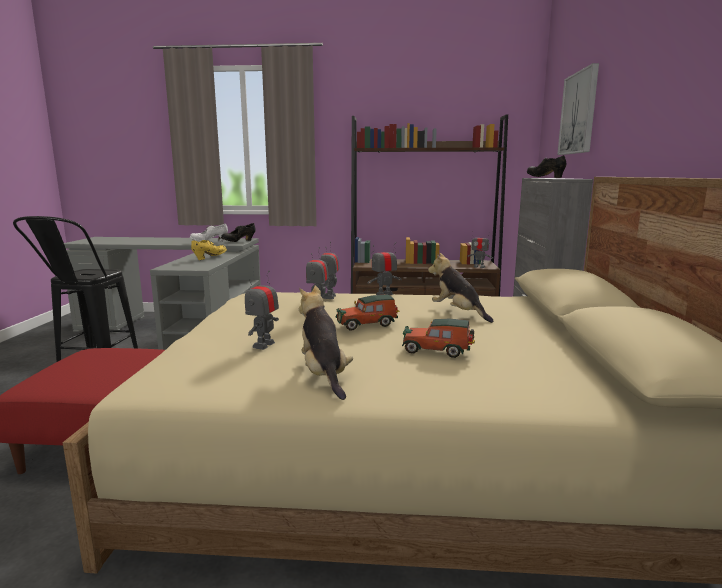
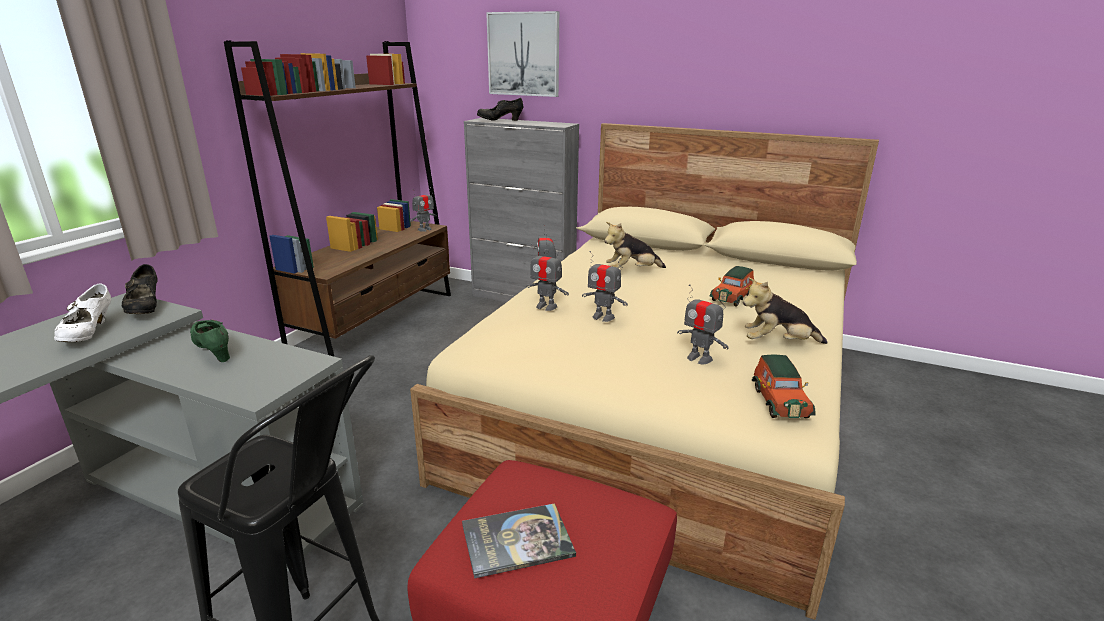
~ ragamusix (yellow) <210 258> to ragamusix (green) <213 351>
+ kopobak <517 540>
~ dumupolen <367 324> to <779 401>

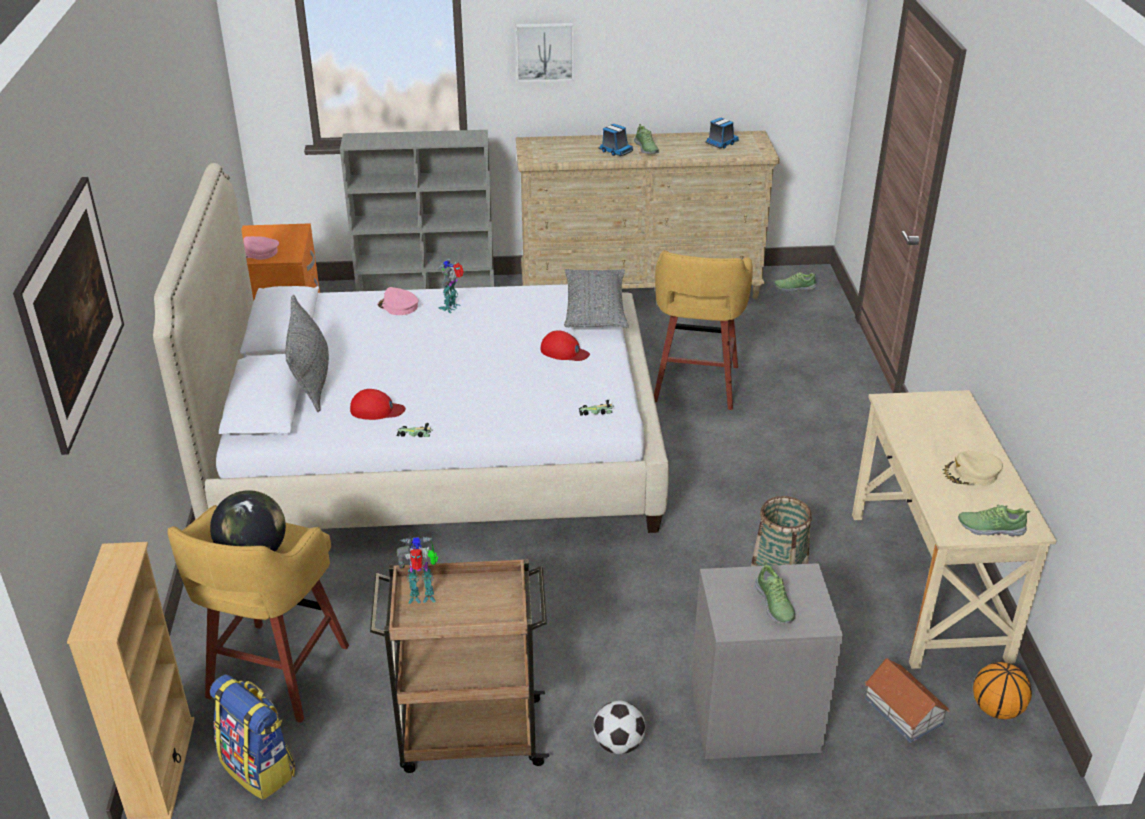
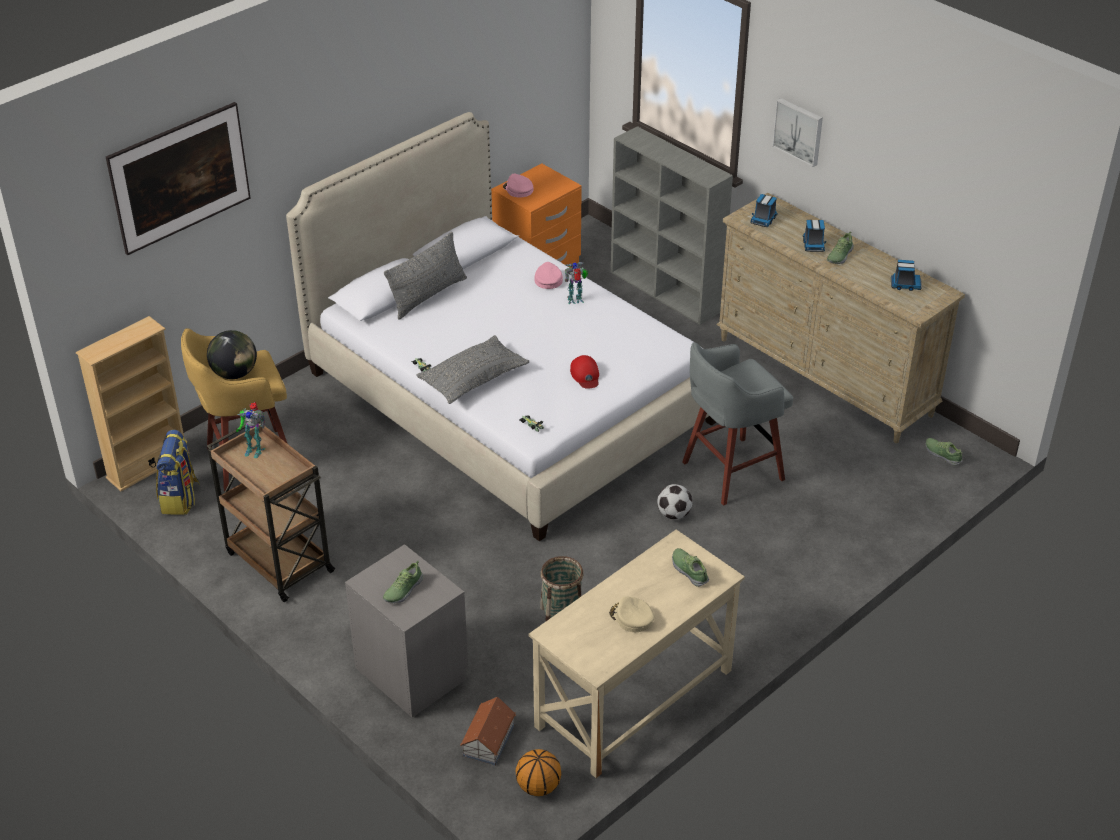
~ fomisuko <423 597> = <254 449> 150 degrees clockwise
~ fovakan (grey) <595 310> to <473 379>
~ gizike <618 744> to <673 514>
~ ragamusix <990 528> to <689 571>
~ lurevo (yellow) <695 385> to lurevo (grey) <730 472>
+ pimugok <763 219>
- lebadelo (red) <376 410>

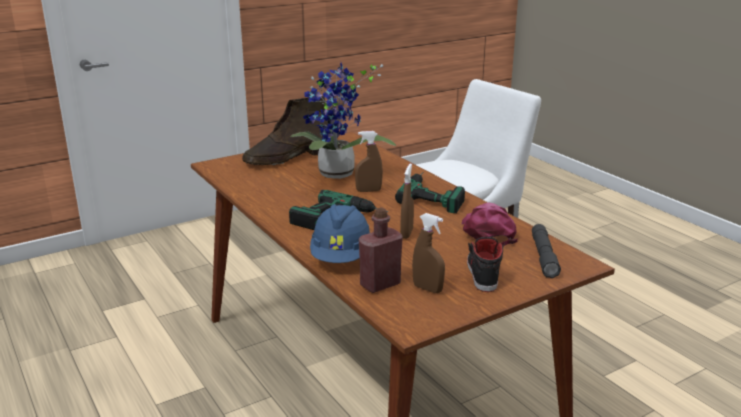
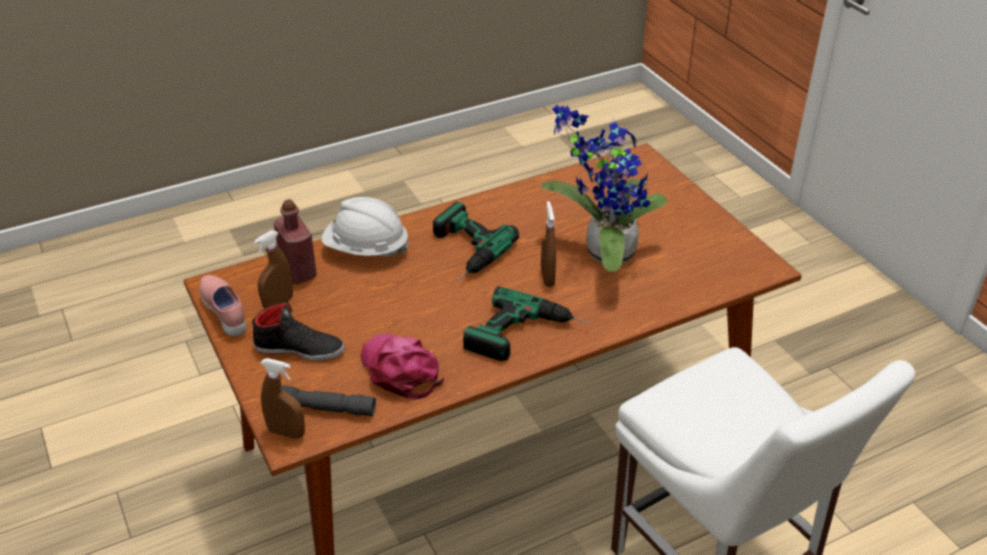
+ ragamusix (pink) <226 312>
~ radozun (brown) <406 233> to <286 432>
~ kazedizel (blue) <341 257> to kazedizel (white) <366 249>
~ lebadelo (pink) <488 232> = <401 369> 120 degrees counterclockwise
- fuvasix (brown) <287 158>

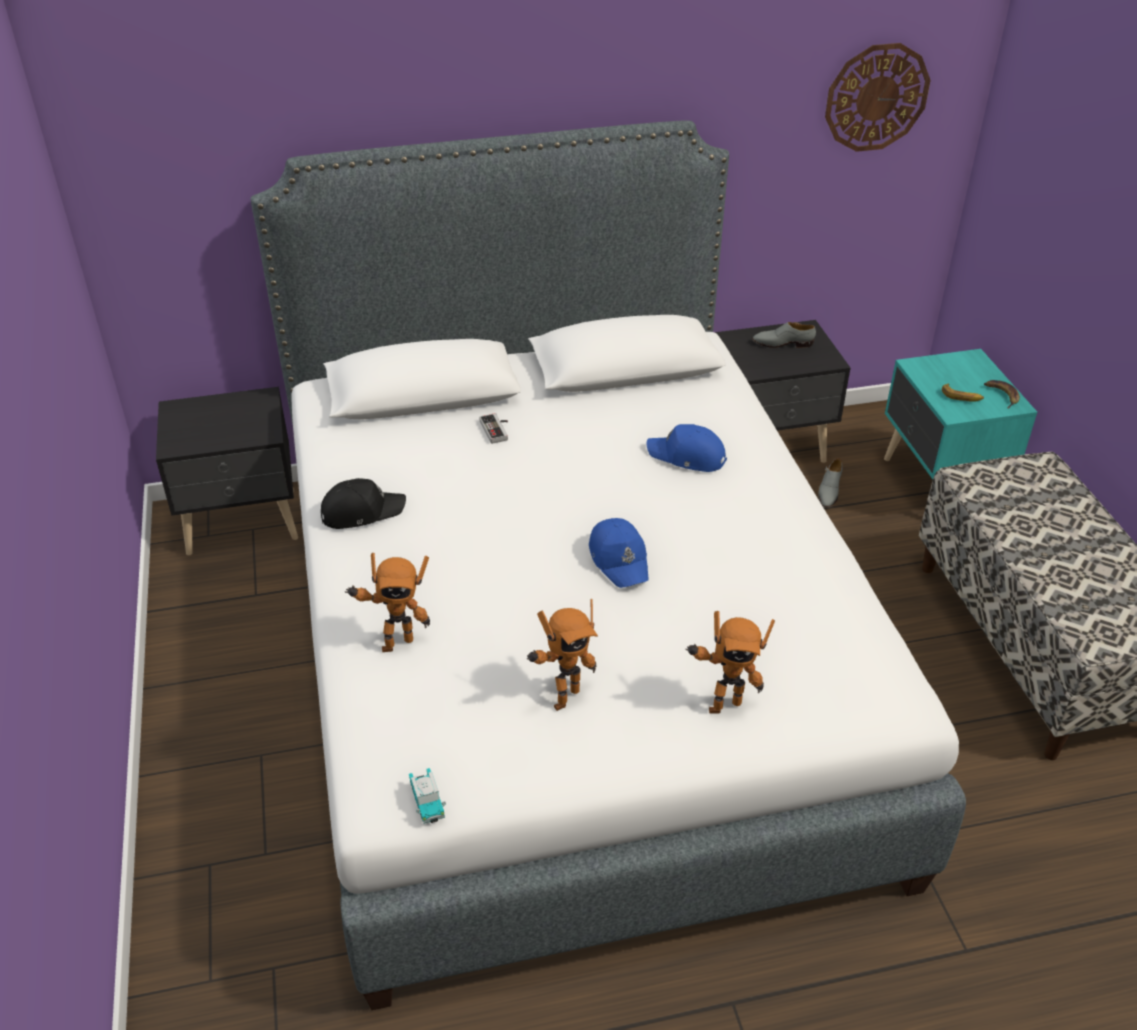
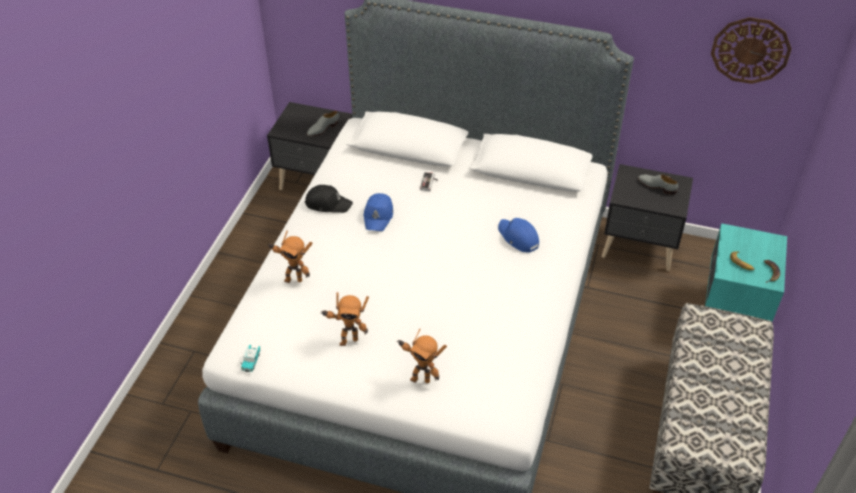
~ ragamusix (grey) <829 491> to <323 129>
~ lebadelo (blue) <619 559> to <379 216>

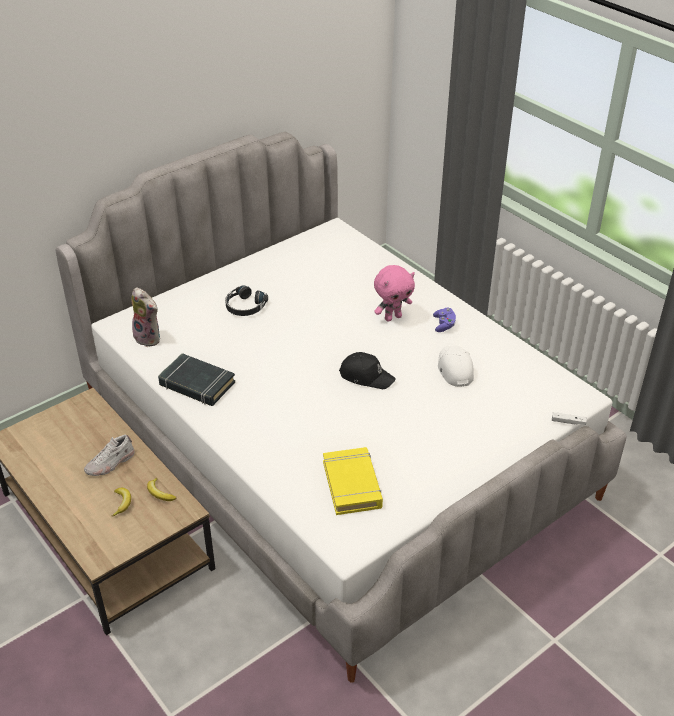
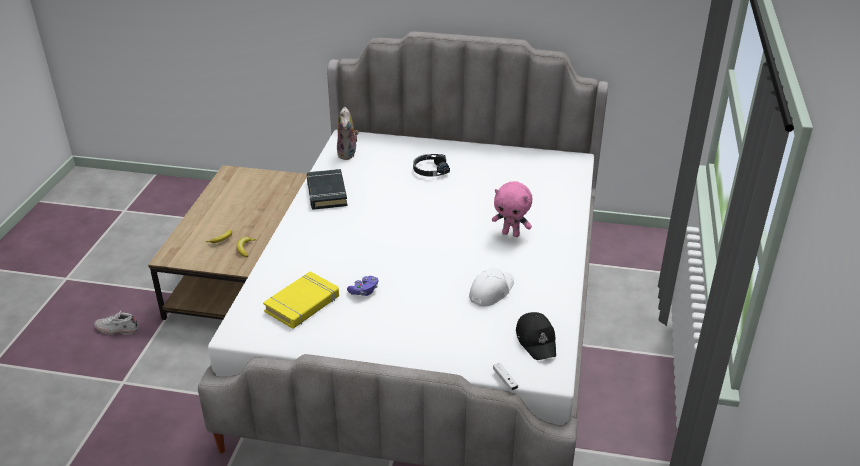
~ ragamusix (white) <110 463> to <117 329>
~ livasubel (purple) <444 325> to <364 291>
~ lebadelo (black) <366 376> to <536 340>

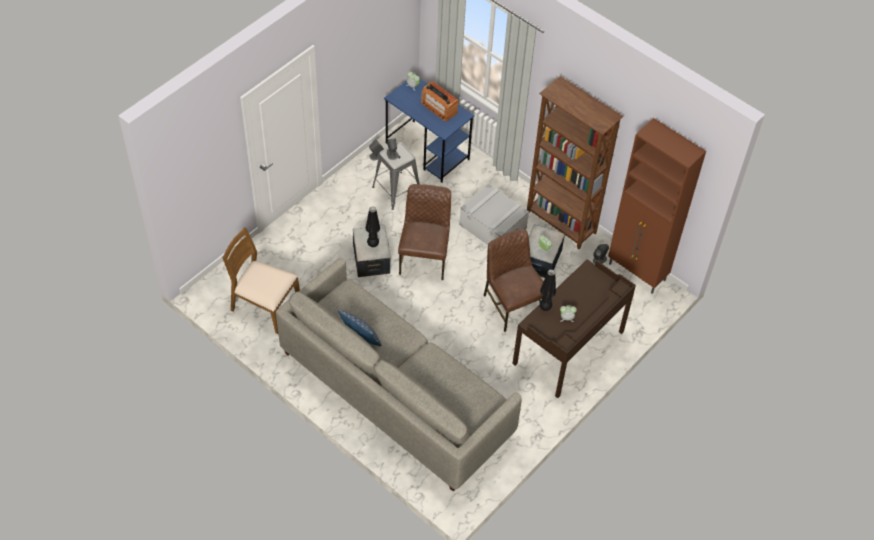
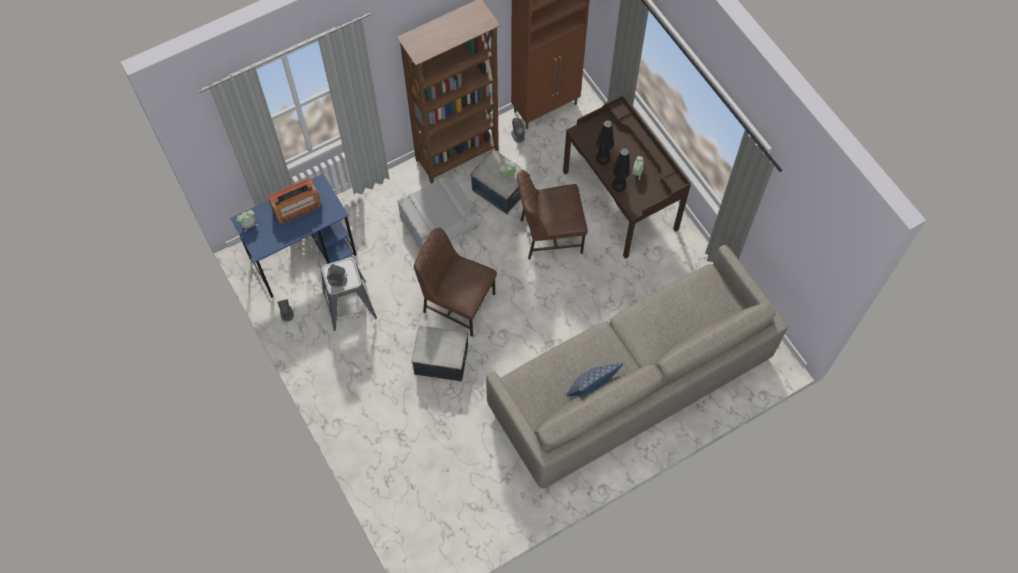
~ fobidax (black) <373 245> to <602 161>
- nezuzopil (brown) <265 305>

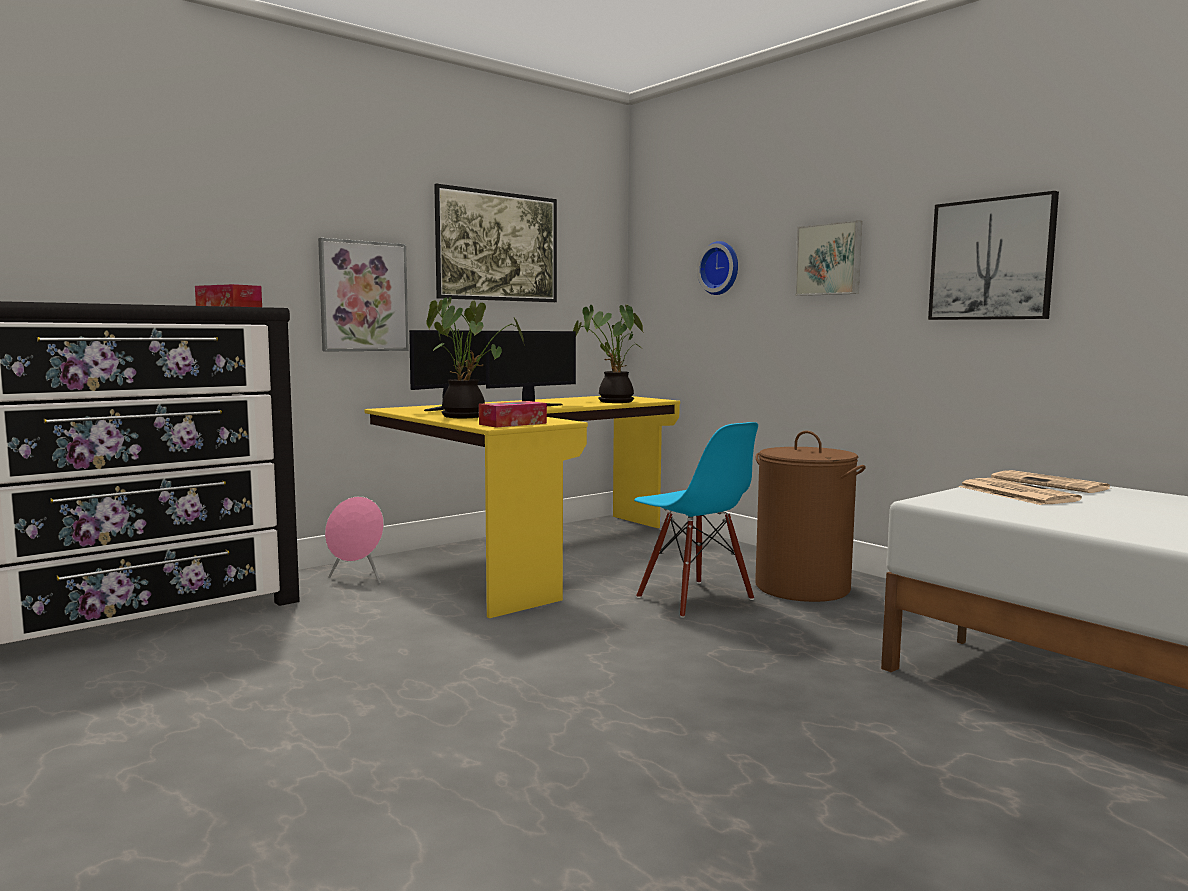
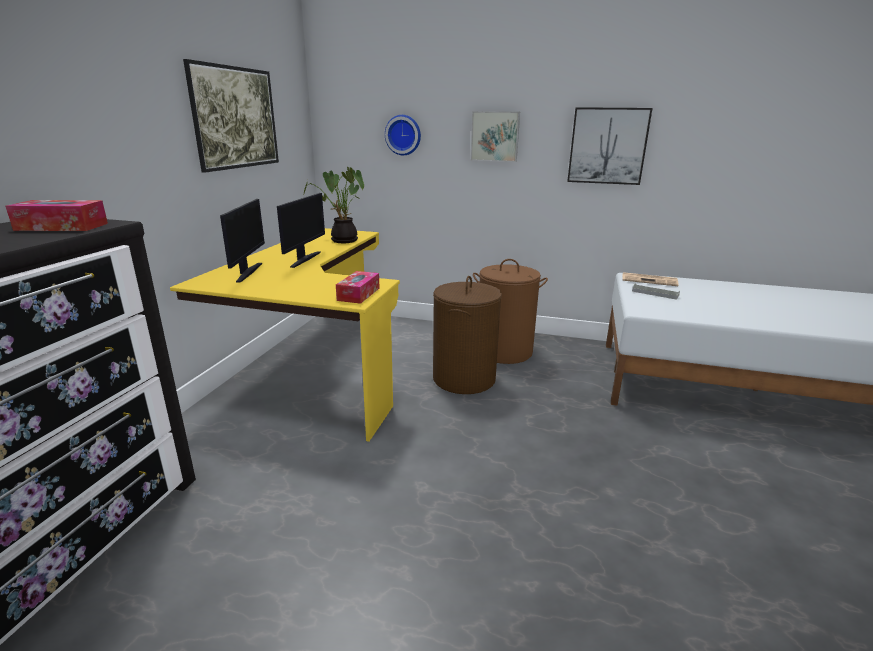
~ nezuzopil (blue) <694 599> to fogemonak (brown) <464 379>
~ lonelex <1015 493> to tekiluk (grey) <655 293>
- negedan <363 296>
- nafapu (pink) <358 579>
- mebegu <467 416>

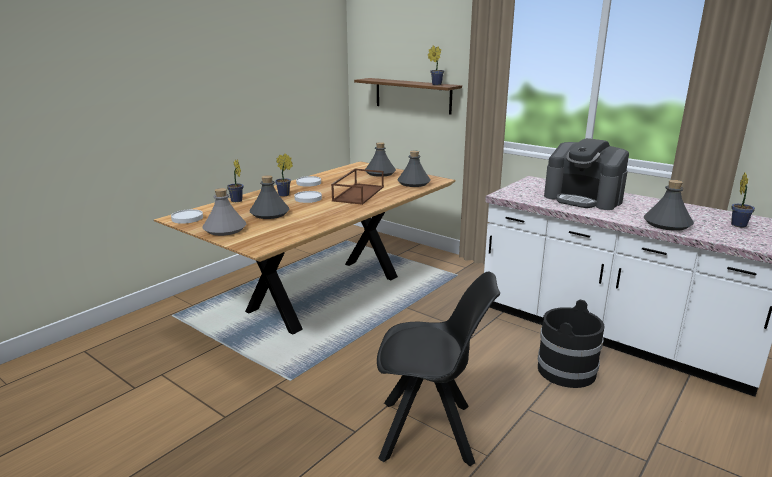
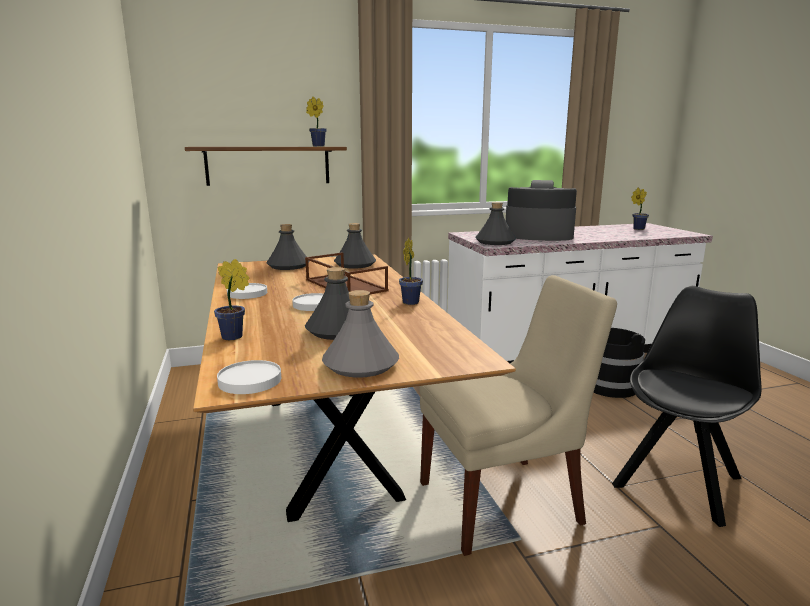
~ mebegu <285 195> to <411 302>
+ nezuzopil (beige) <504 501>
~ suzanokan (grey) <667 224> to <495 242>
~ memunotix <583 199> = <538 235> 150 degrees counterclockwise

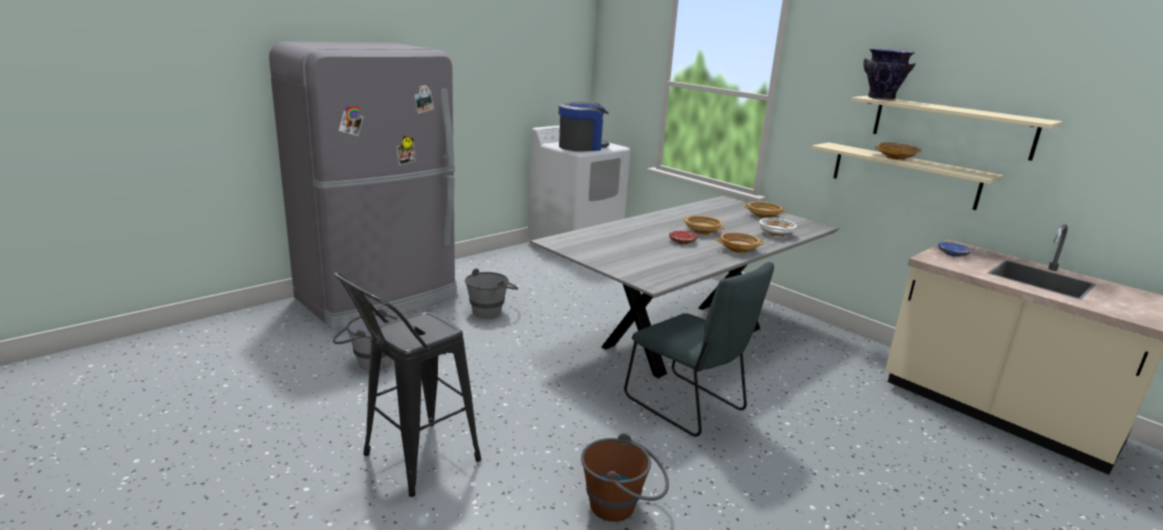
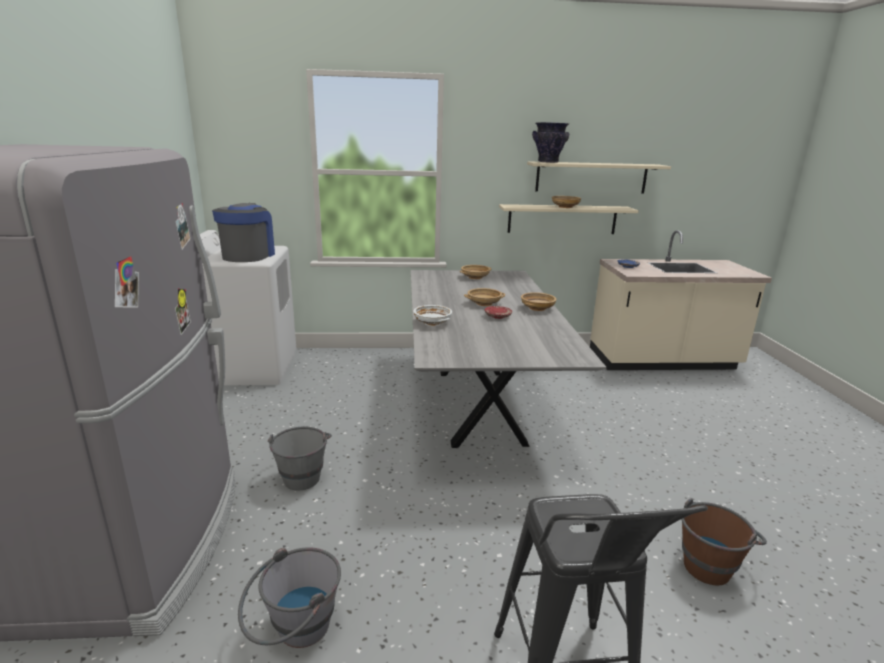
~ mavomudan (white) <776 234> to <432 322>
- nezuzopil (grey) <688 406>

